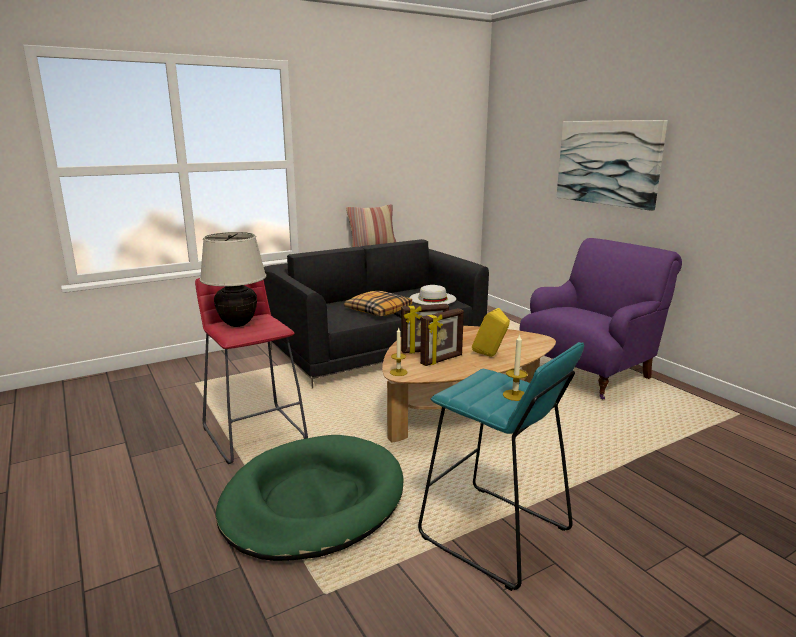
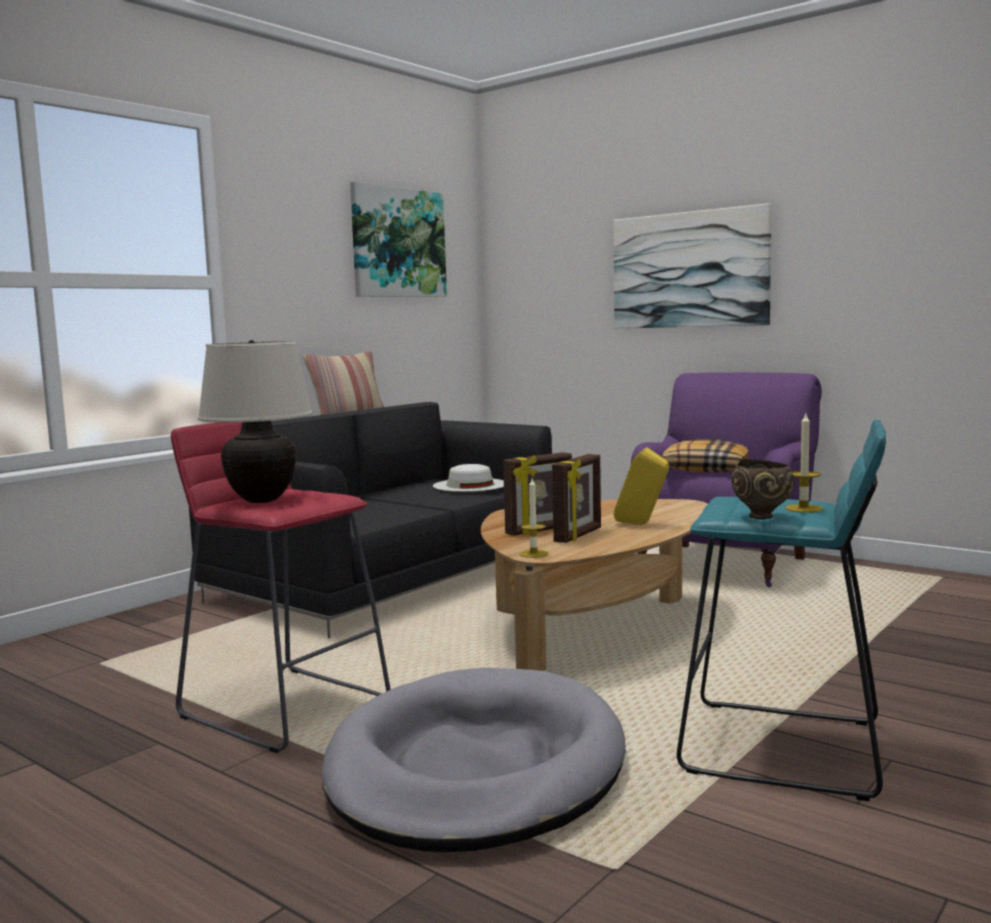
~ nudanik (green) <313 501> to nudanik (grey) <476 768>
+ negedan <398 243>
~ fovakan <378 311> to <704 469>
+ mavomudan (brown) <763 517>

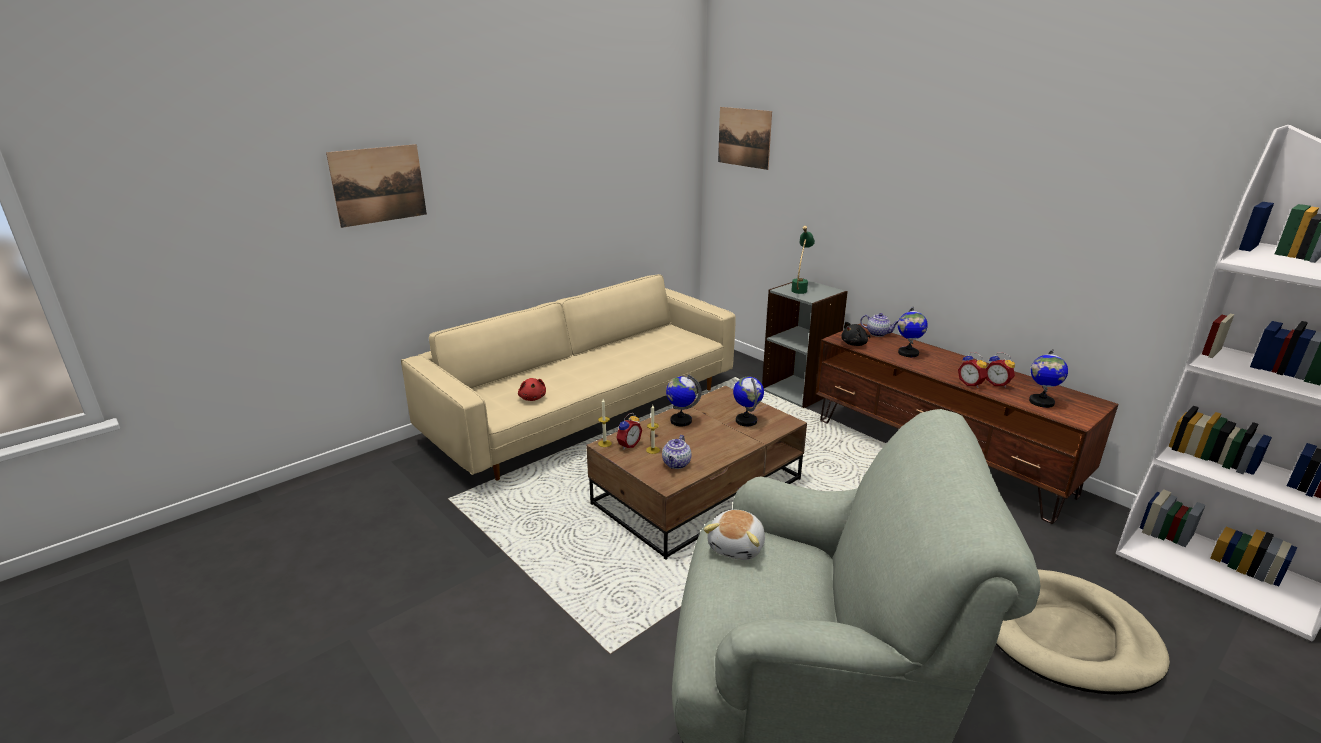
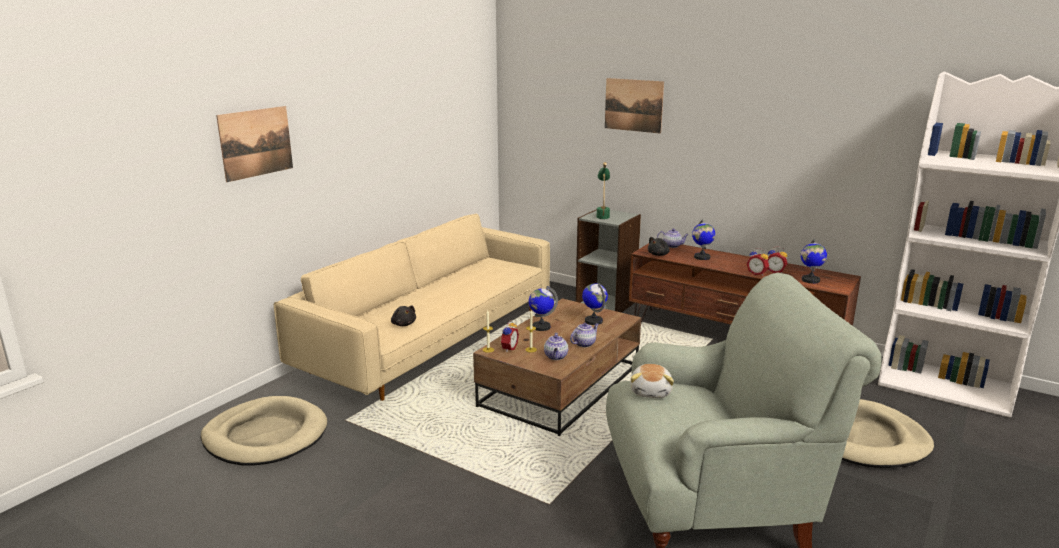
+ nudanik (beige) <266 436>
~ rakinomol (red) <532 398> to rakinomol (black) <403 324>
+ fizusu <584 343>
~ negedan <744 137> to <633 105>

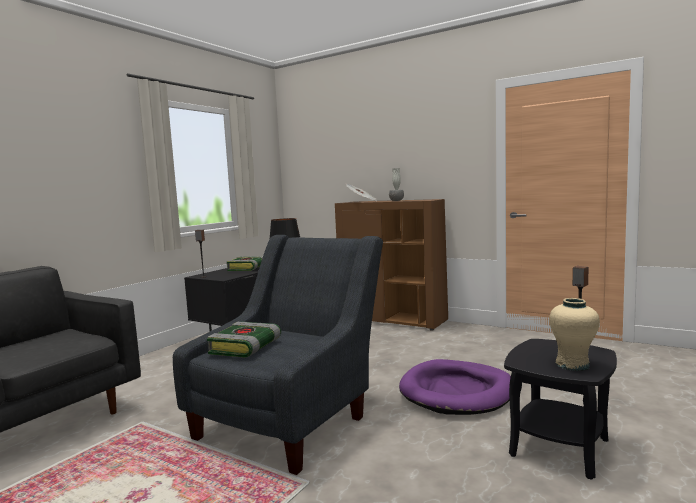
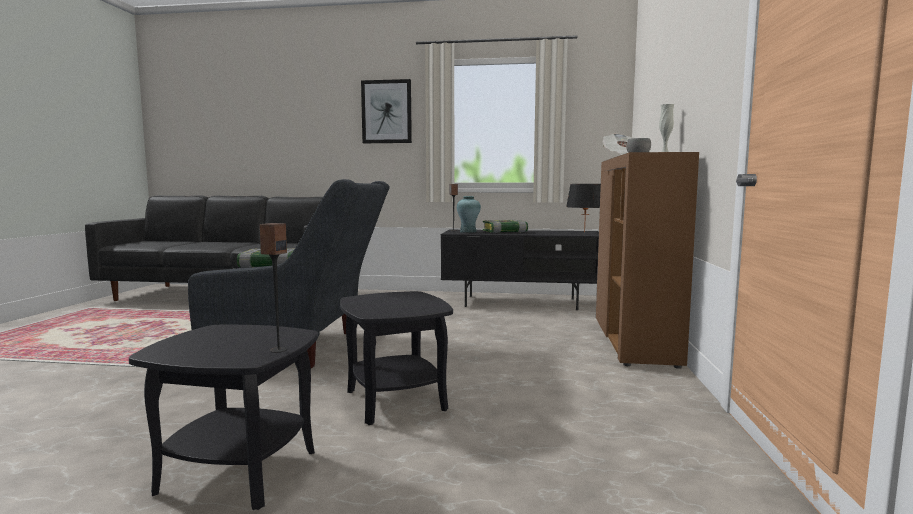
~ nudanik (purple) <457 392> to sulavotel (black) <396 401>
+ negedan <386 112>
+ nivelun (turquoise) <468 231>
- nivelun (beige) <572 365>

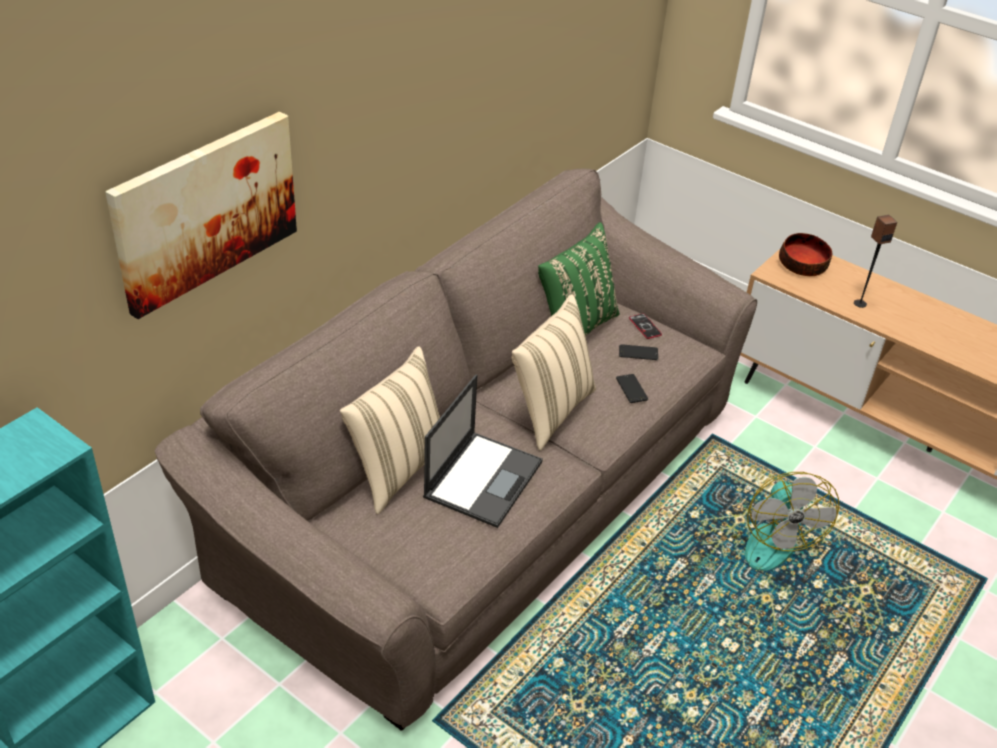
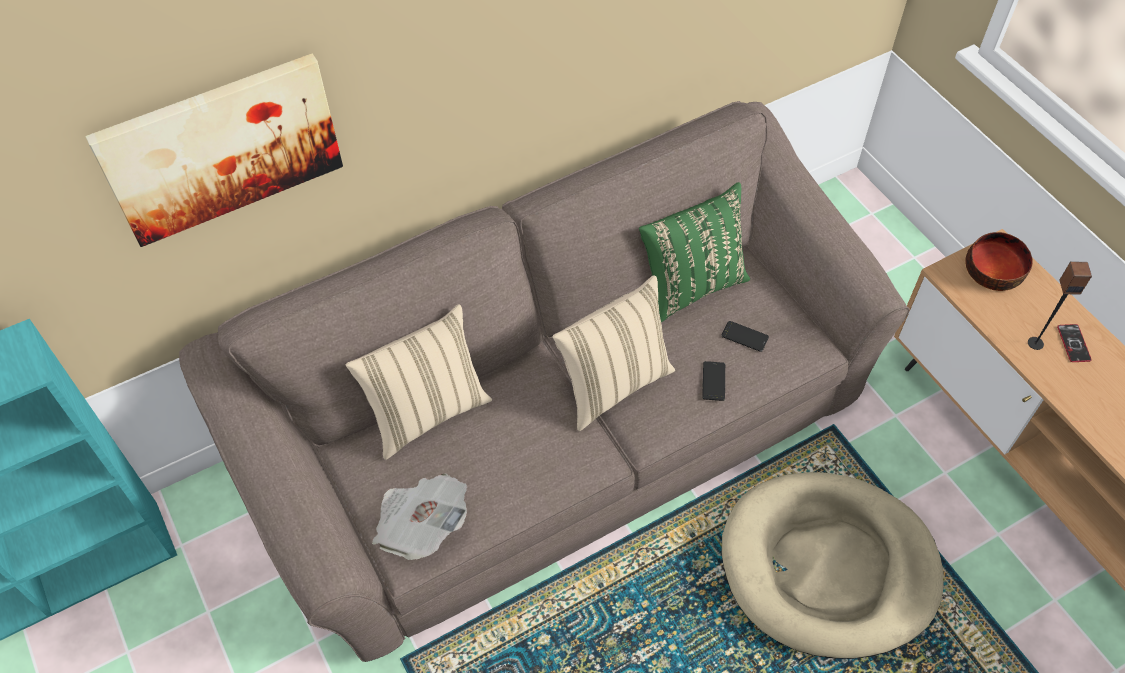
+ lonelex <421 525>
~ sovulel <764 537> to nudanik (beige) <828 567>
~ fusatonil <645 327> to <1073 343>
- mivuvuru <483 478>

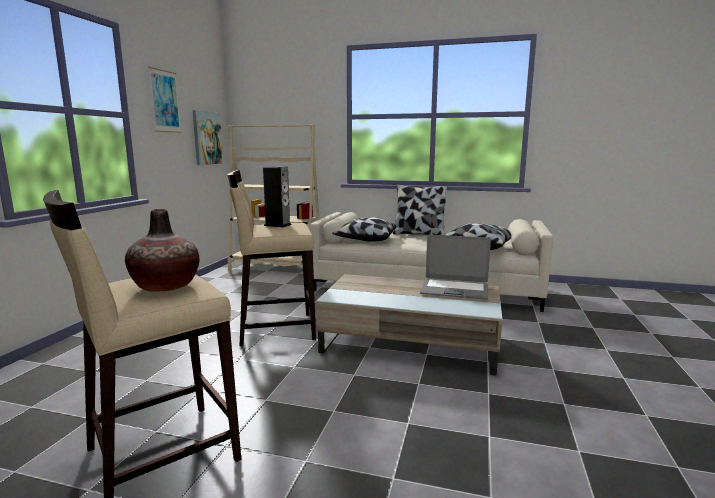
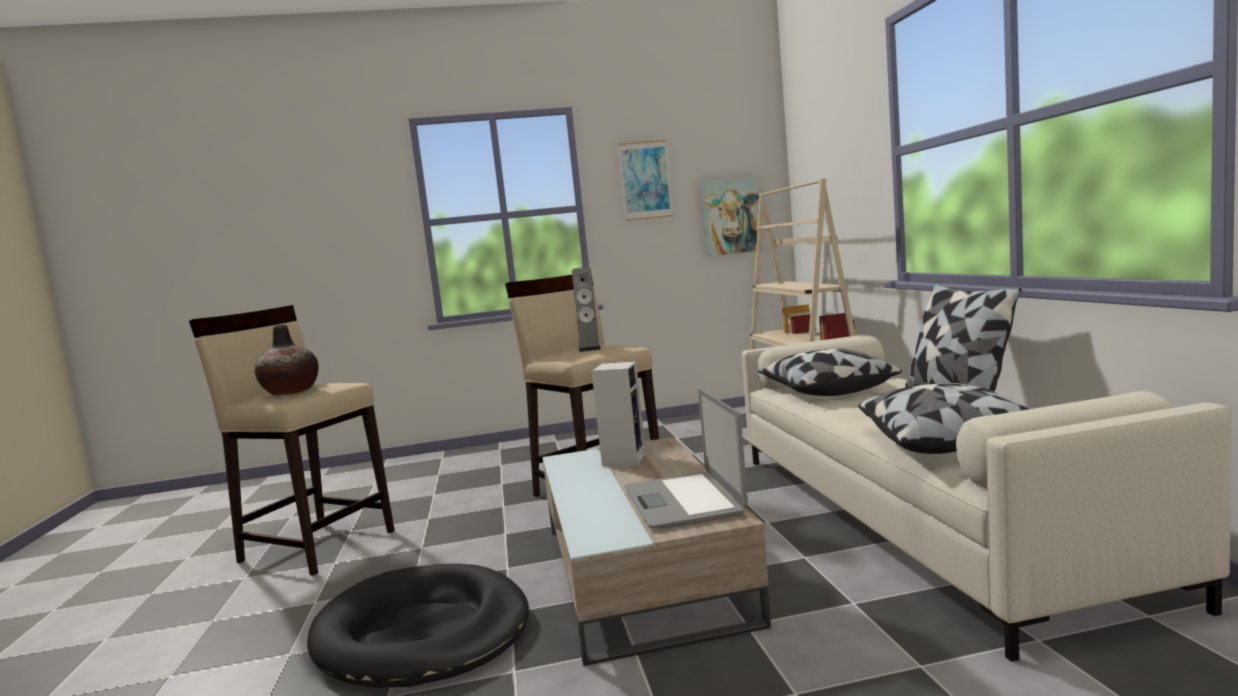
+ nudanik (black) <423 632>
+ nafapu <623 459>

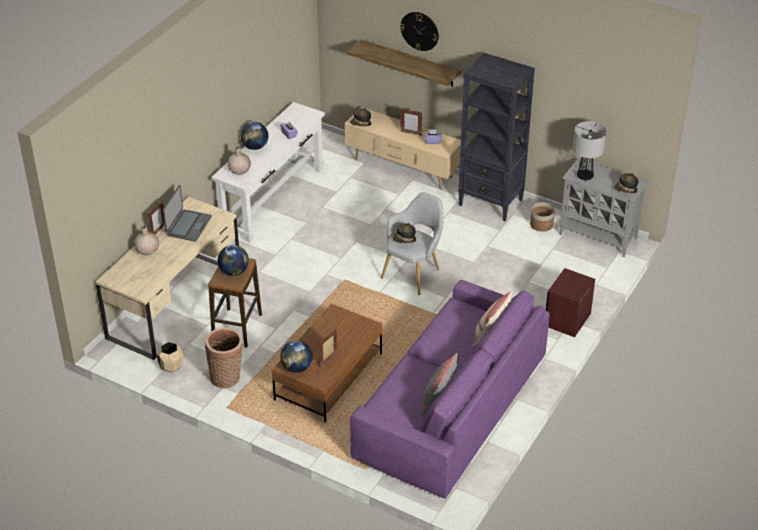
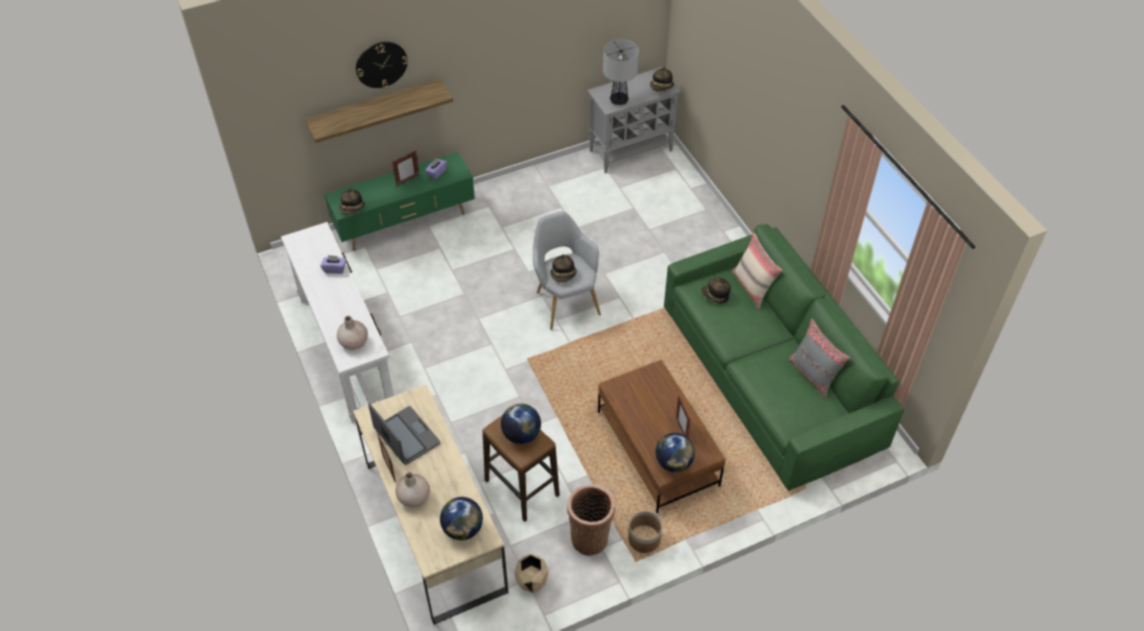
~ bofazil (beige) <403 169> to bofazil (green) <405 224>
~ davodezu <255 147> to <463 529>
~ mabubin <541 225> to <644 538>
~ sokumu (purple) <451 407> to sokumu (green) <770 377>
+ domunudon <715 296>
- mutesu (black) <491 203>
- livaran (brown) <567 320>

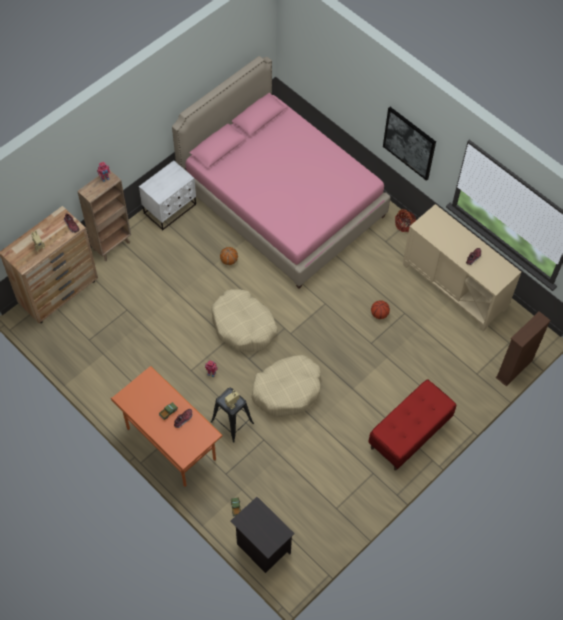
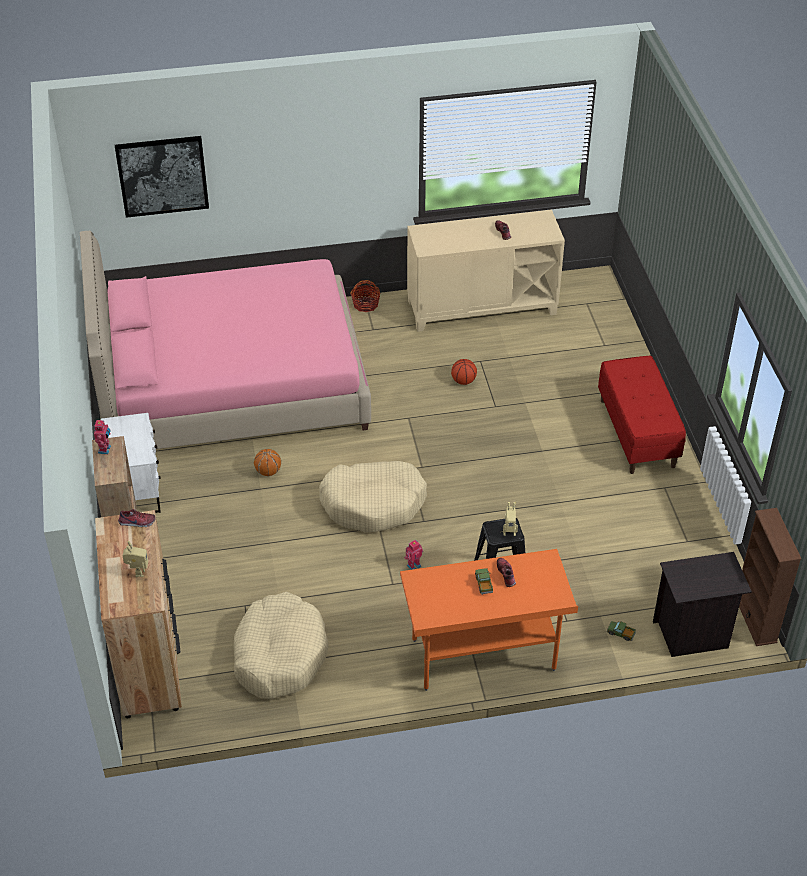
~ negedan <409 143> to <162 176>
~ nudanik (beige) <287 390> to <279 654>
~ mutesu (brown) <514 369> to <755 619>

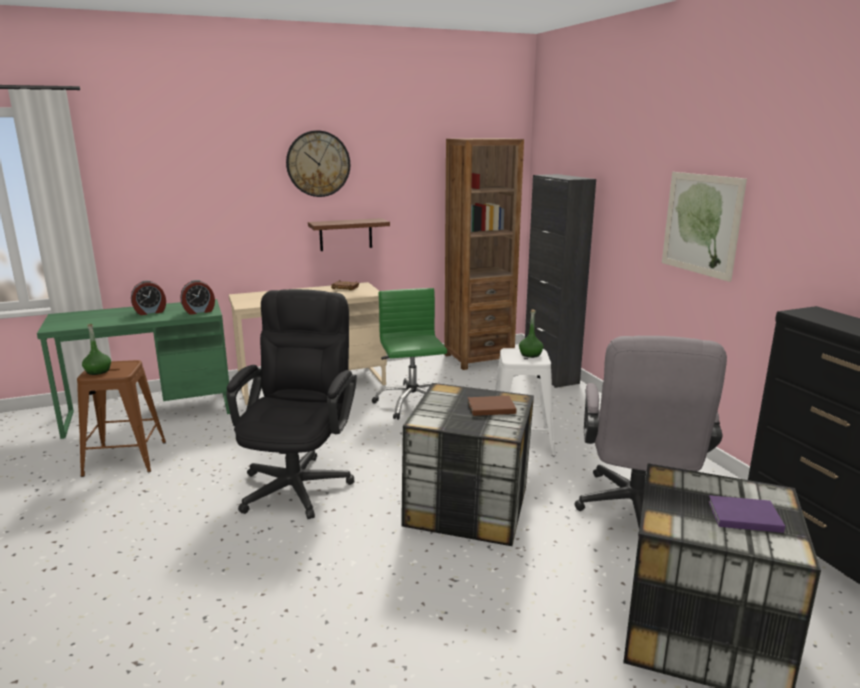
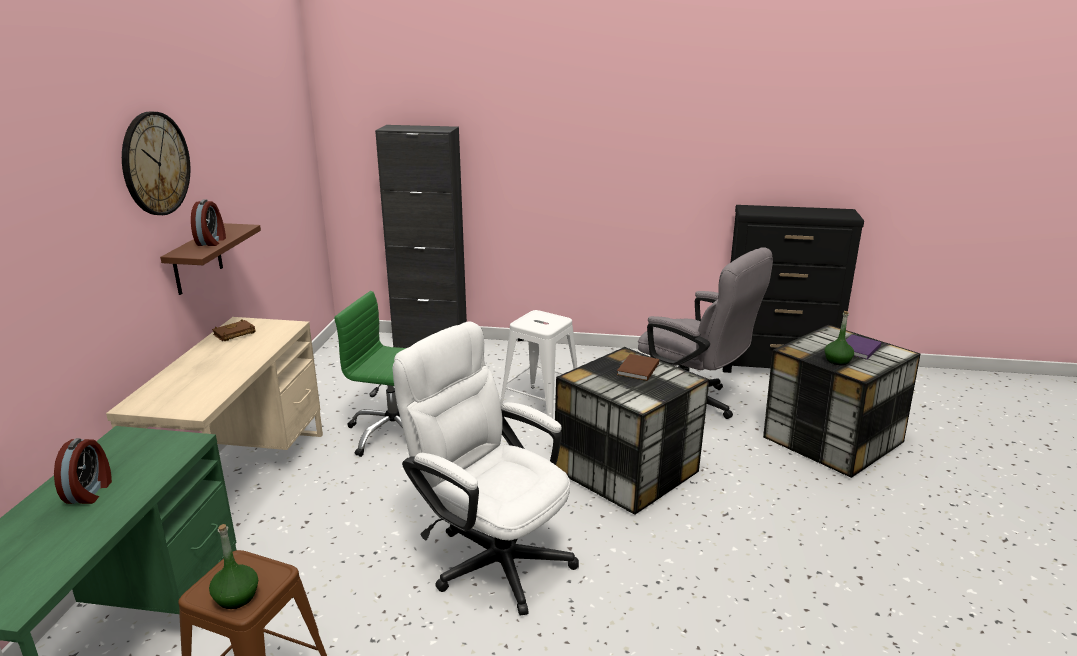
~ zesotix <199 311> to <212 241>
~ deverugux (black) <299 481> to deverugux (white) <491 556>
~ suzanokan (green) <530 354> to <837 360>
- mutesu (brown) <478 358>
- negedan <701 224>

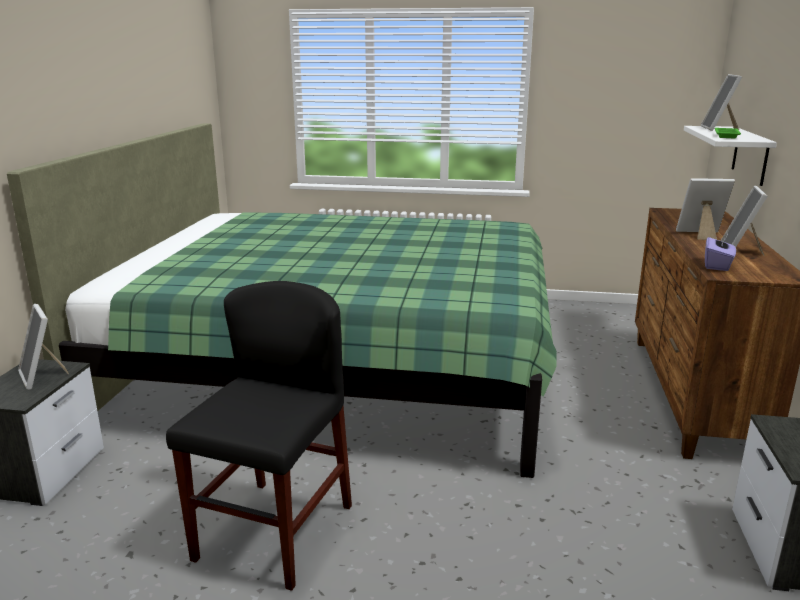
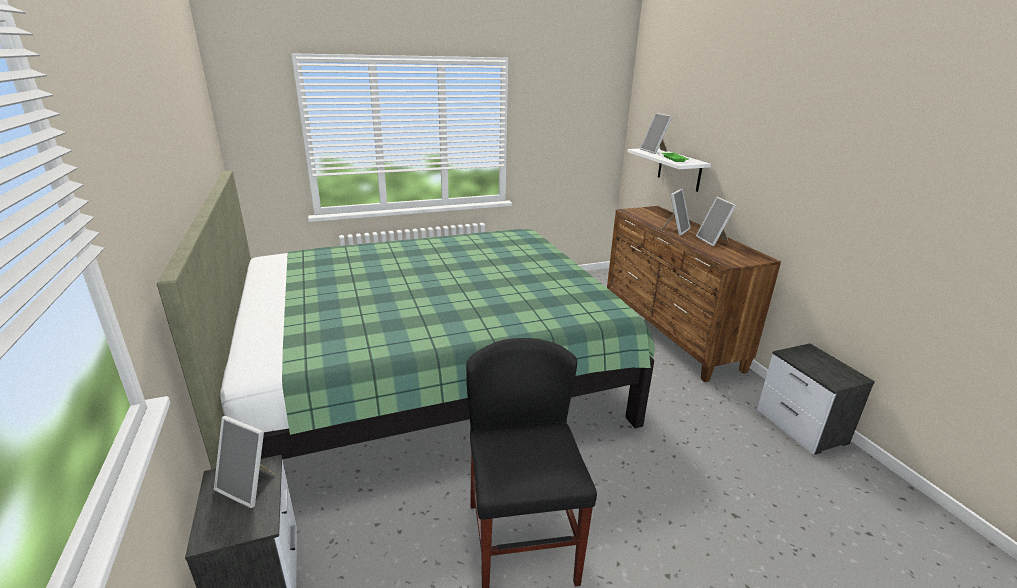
~ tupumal <700 235> = <675 230> 150 degrees clockwise
- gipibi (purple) <717 265>

